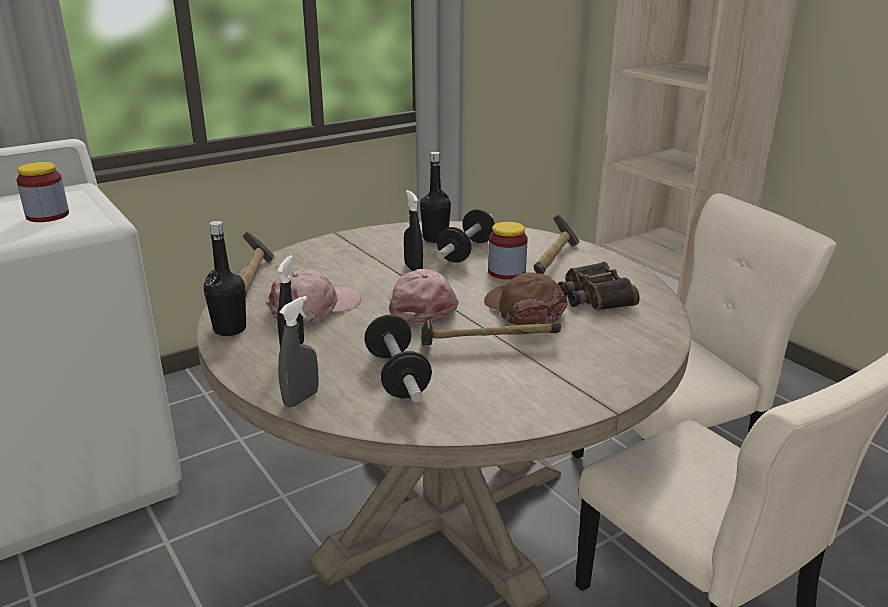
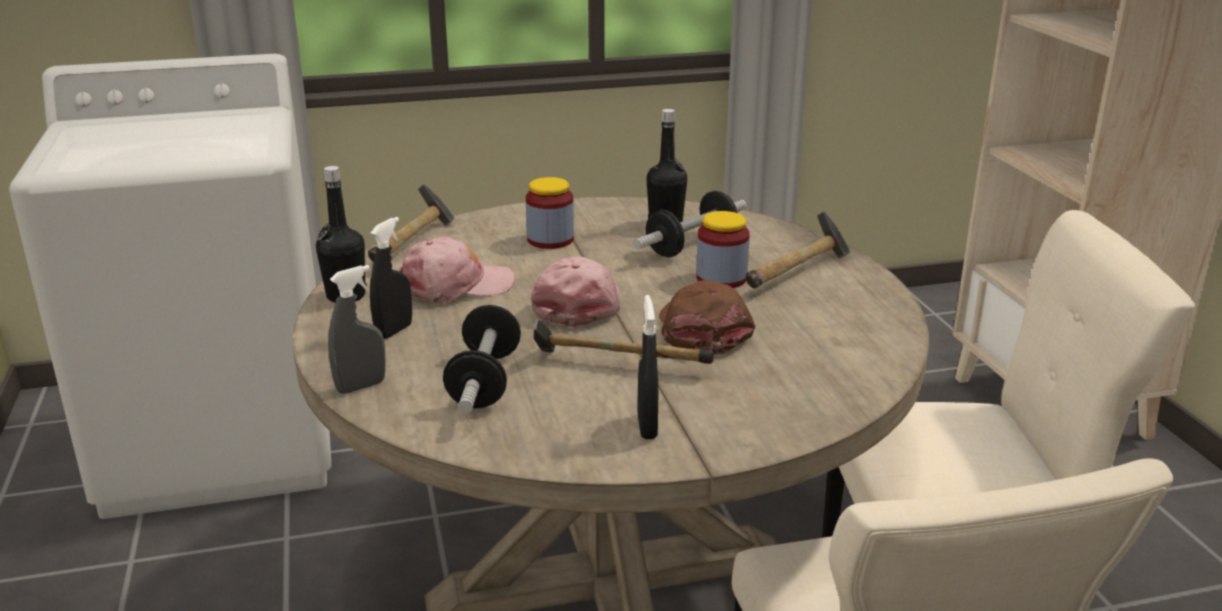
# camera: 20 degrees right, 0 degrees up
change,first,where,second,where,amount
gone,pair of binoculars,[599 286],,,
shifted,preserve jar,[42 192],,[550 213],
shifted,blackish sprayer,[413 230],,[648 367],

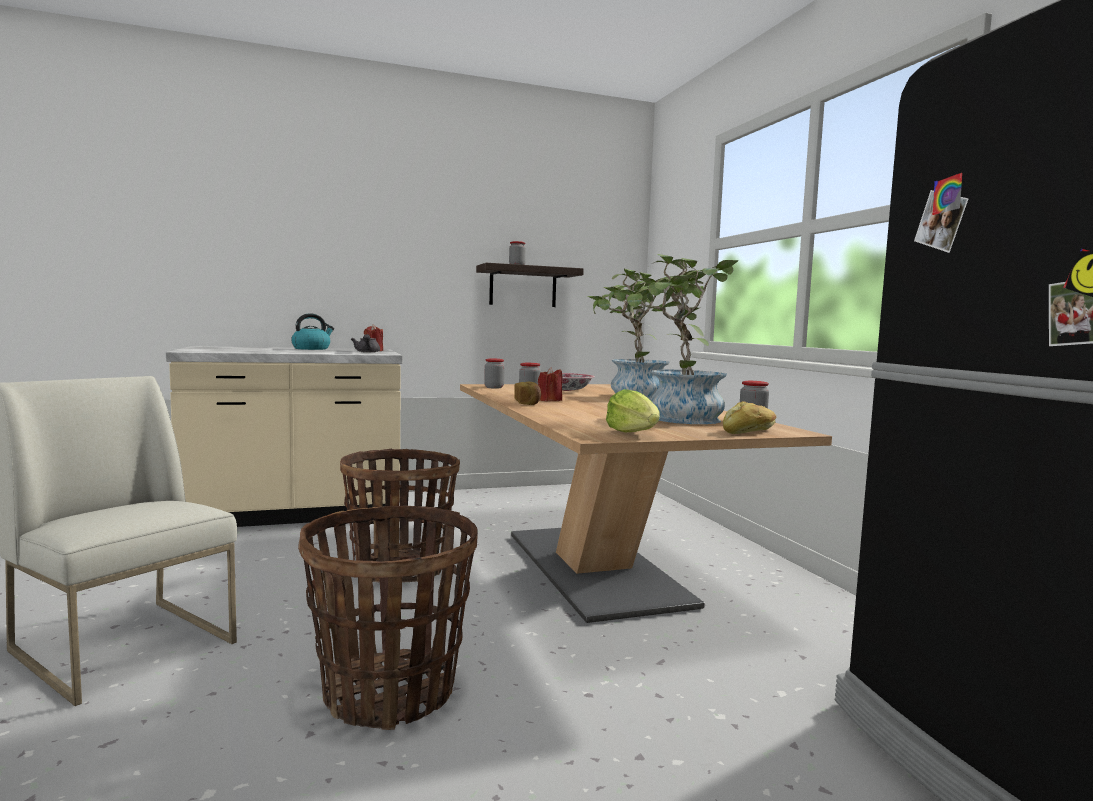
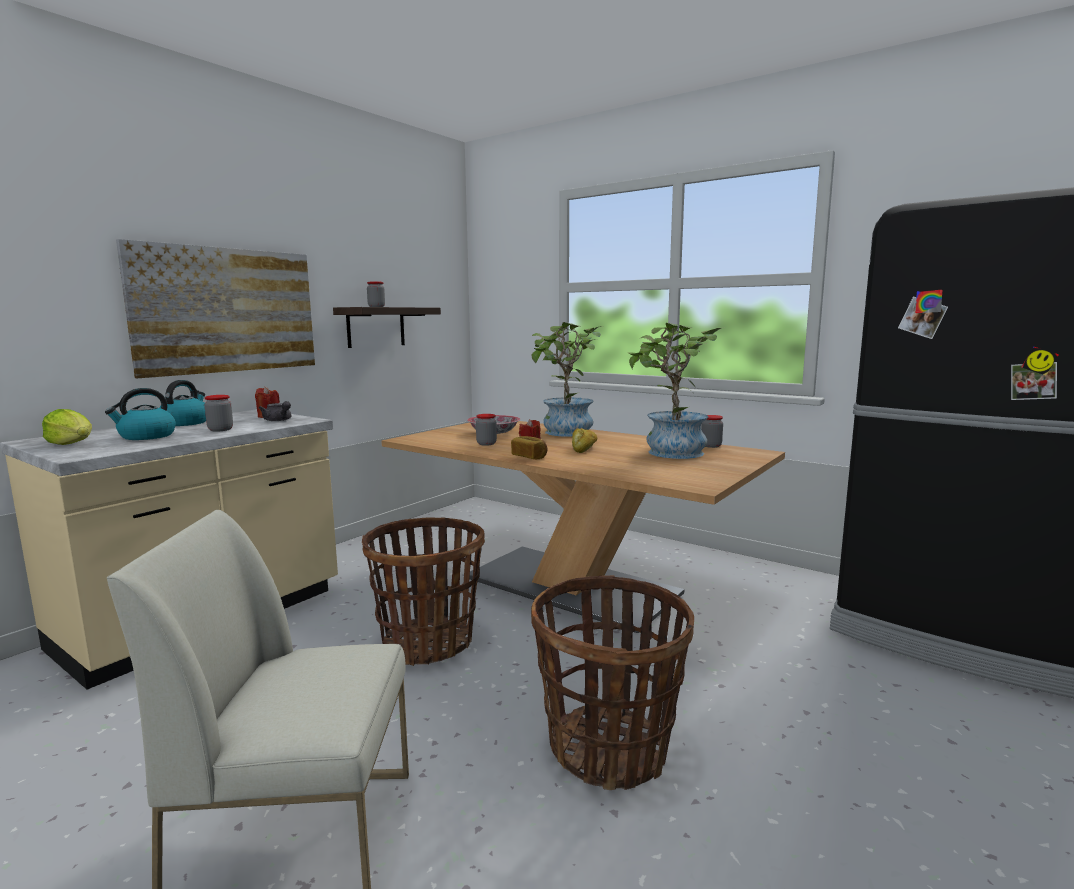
# camera: 35 degrees left, 5 degrees up
change,first,where,second,where,amount
new,,,tea kettle,[140 414],
new,,,wall art,[215 308],
shifted,preserve jar,[494 374],,[219 413],
shifted,head of lettuce,[633 411],,[67 427],
shifted,bread,[749 417],,[584 440],

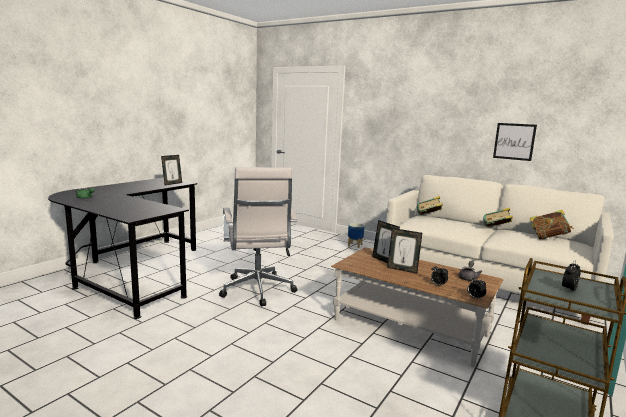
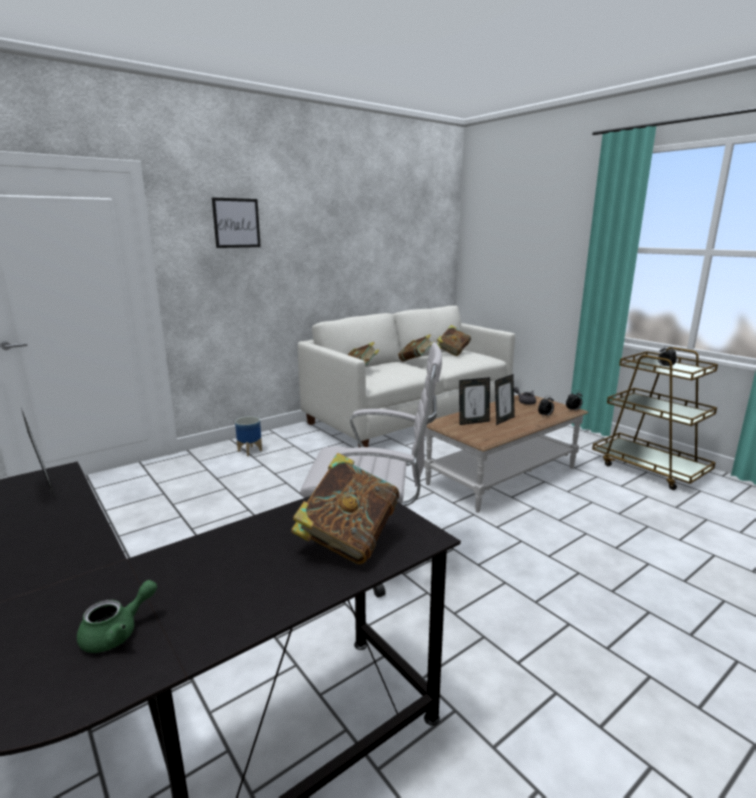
# camera: 70 degrees left, 5 degrees up
change,first,where,second,where,amount
new,,,book,[345 508],
shifted,wall art,[515 142],,[236 222],

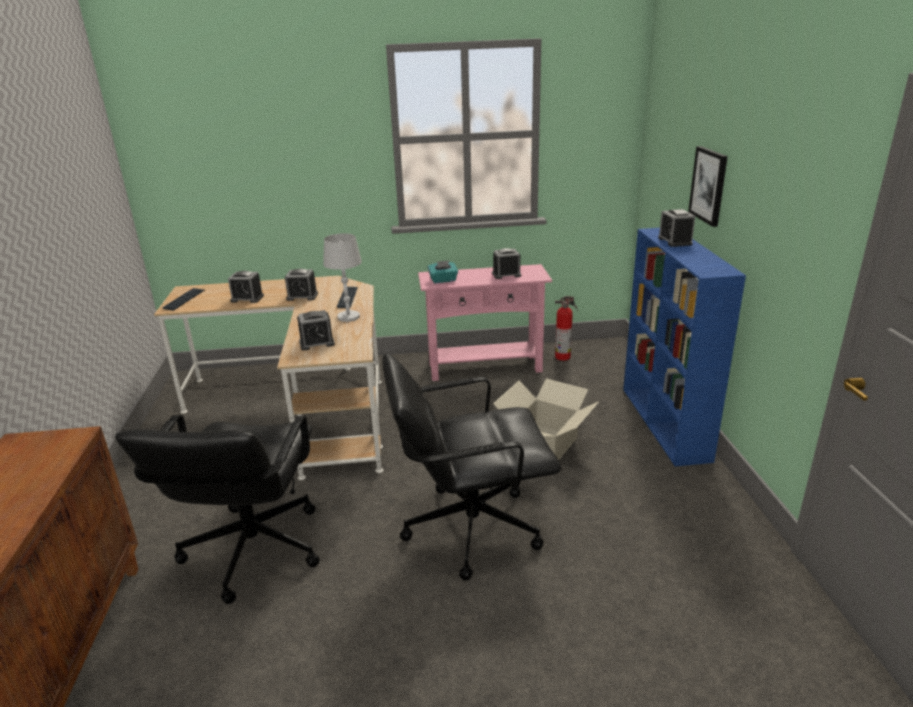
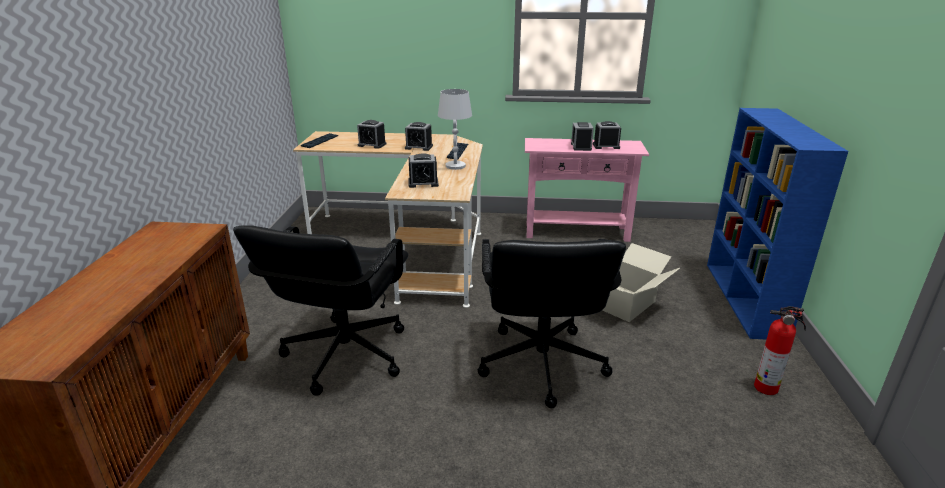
# camera: 10 degrees right, 0 degrees up
change,first,where,second,where,amount
gone,turquoise-coloured box of tissues,[443 272],,,
gone,wall art,[708 186],,,
shifted,fire-fighting cylinder,[566 328],,[780 350],
shifted,bedside clock,[676 228],,[582 136],
rotated,blackish office chair,[471 467],,[552 323],90 degrees counterclockwise

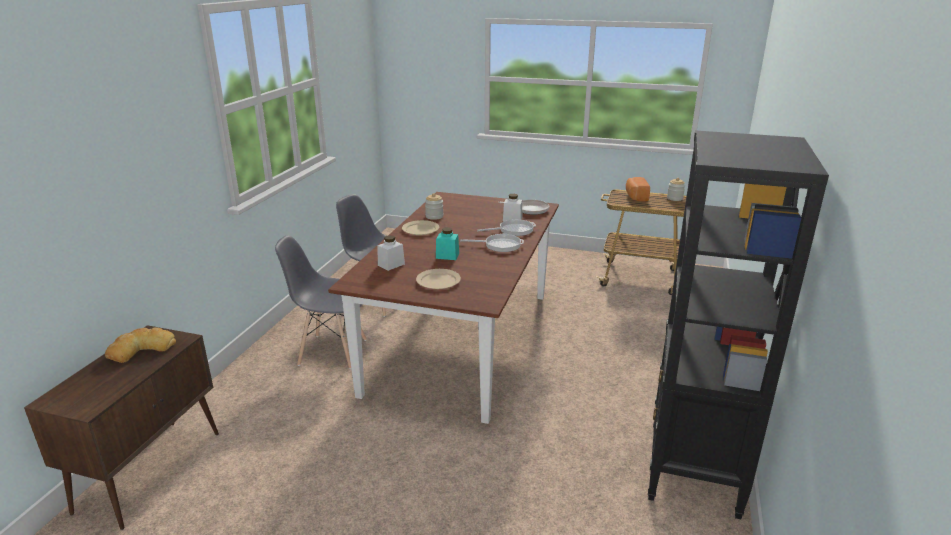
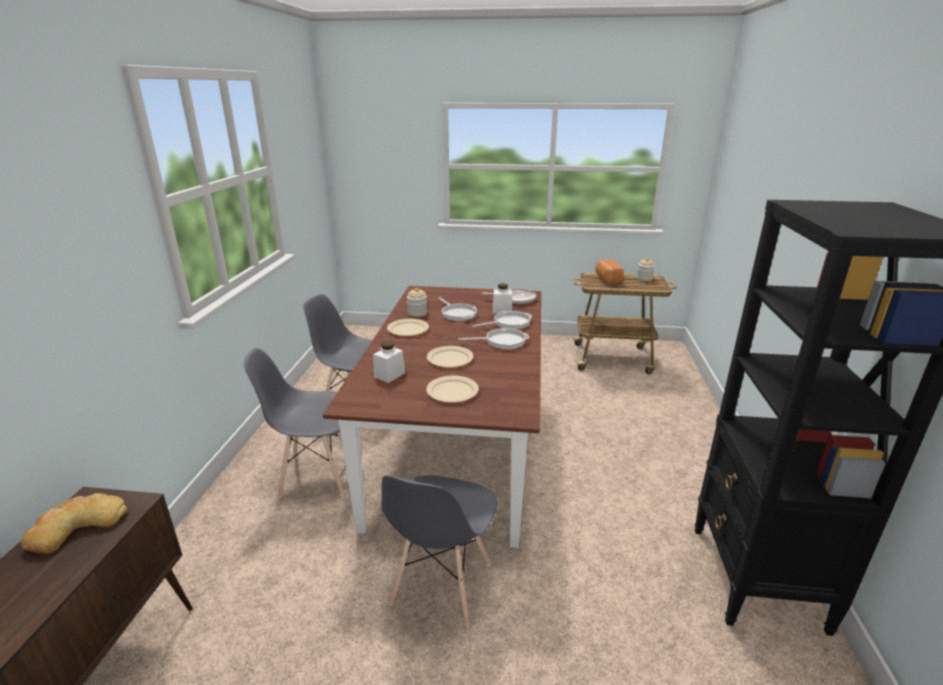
# camera: 10 degrees left, 0 degrees up
change,first,where,second,where,amount
new,,,grey plain chair,[440 551],
new,,,pan,[457 309],
swapped,turquoise-coloured preserve jar,[447 243],beige-coloured dinner plate,[450 356],

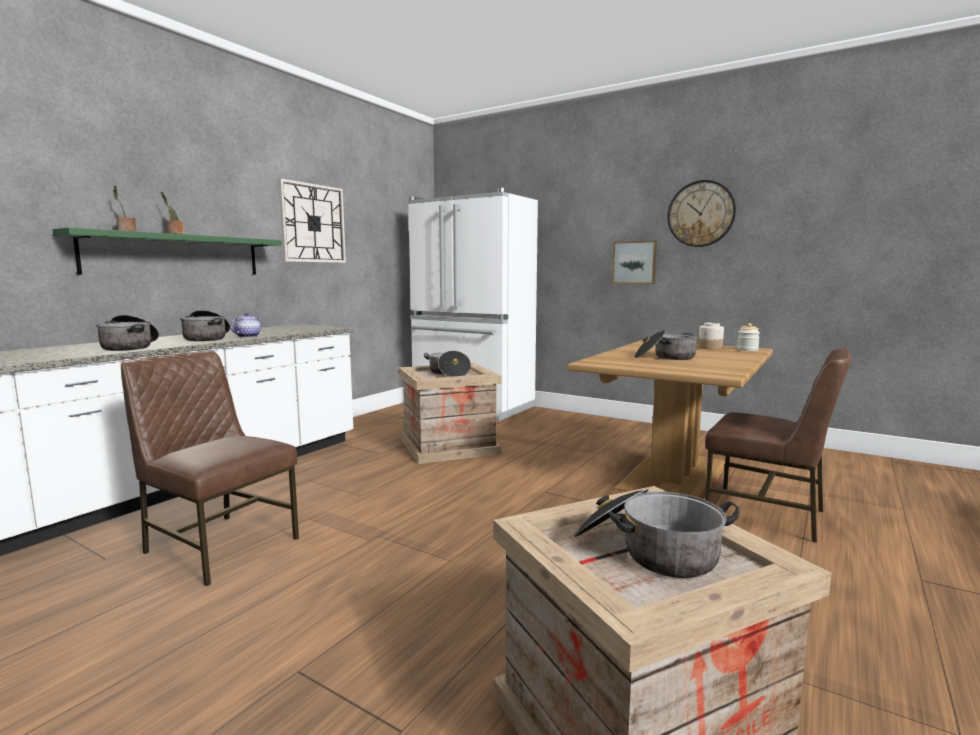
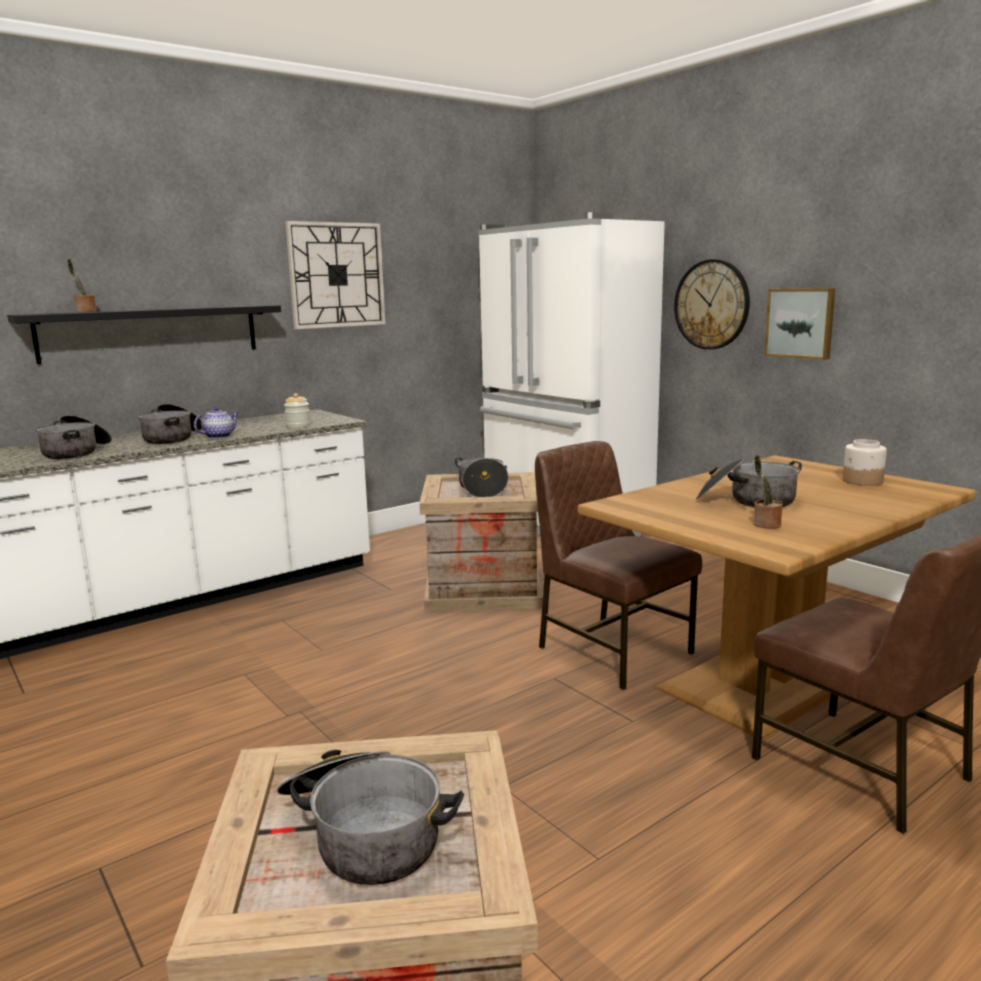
# camera: 20 degrees right, 5 degrees up
change,first,where,second,where,amount
shifted,brown-coloured plain chair,[210 468],,[618 565],
shifted,potted plant,[172 212],,[768 492],
shifted,hanging clock,[701 213],,[712 304],
shifted,preserve jar,[748 337],,[297 410],
repainted,green-coloured wall shelf,[167 251],blackish wall shelf,[144 334],

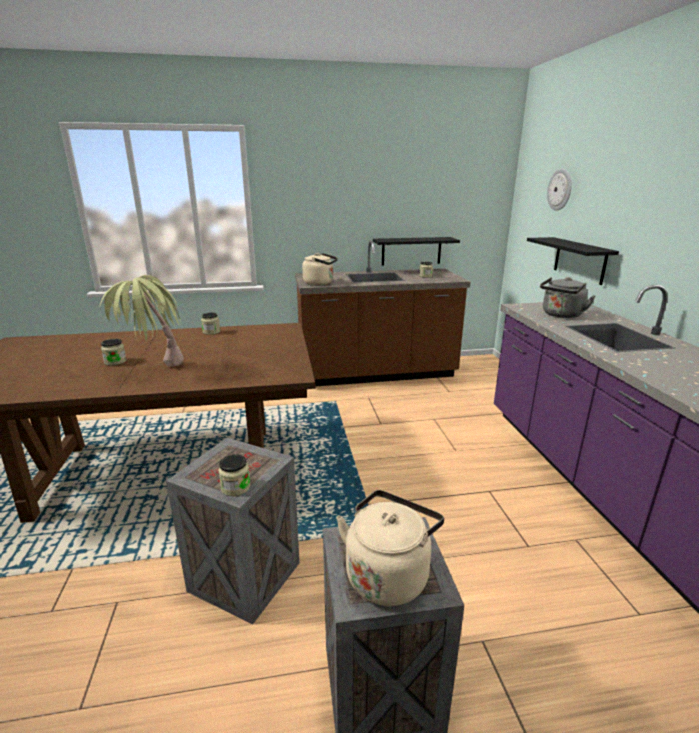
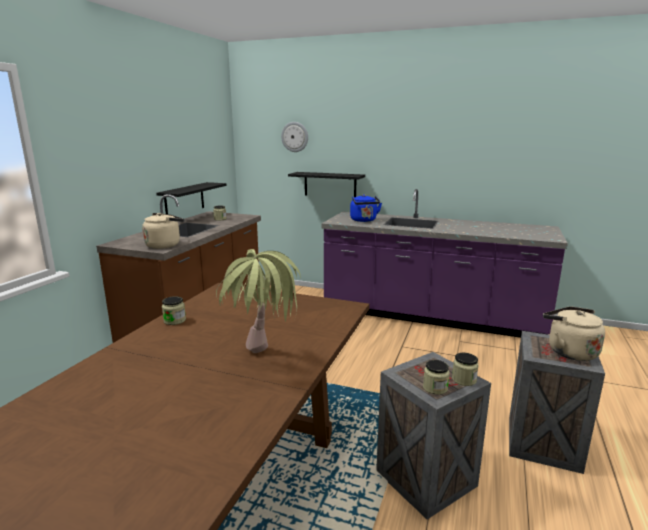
# camera: 60 degrees left, 5 degrees down
change,first,where,second,where,amount
shifted,preserve jar,[114 352],,[436 377],
repainted,grey tea kettle,[567 297],blue tea kettle,[366 208],

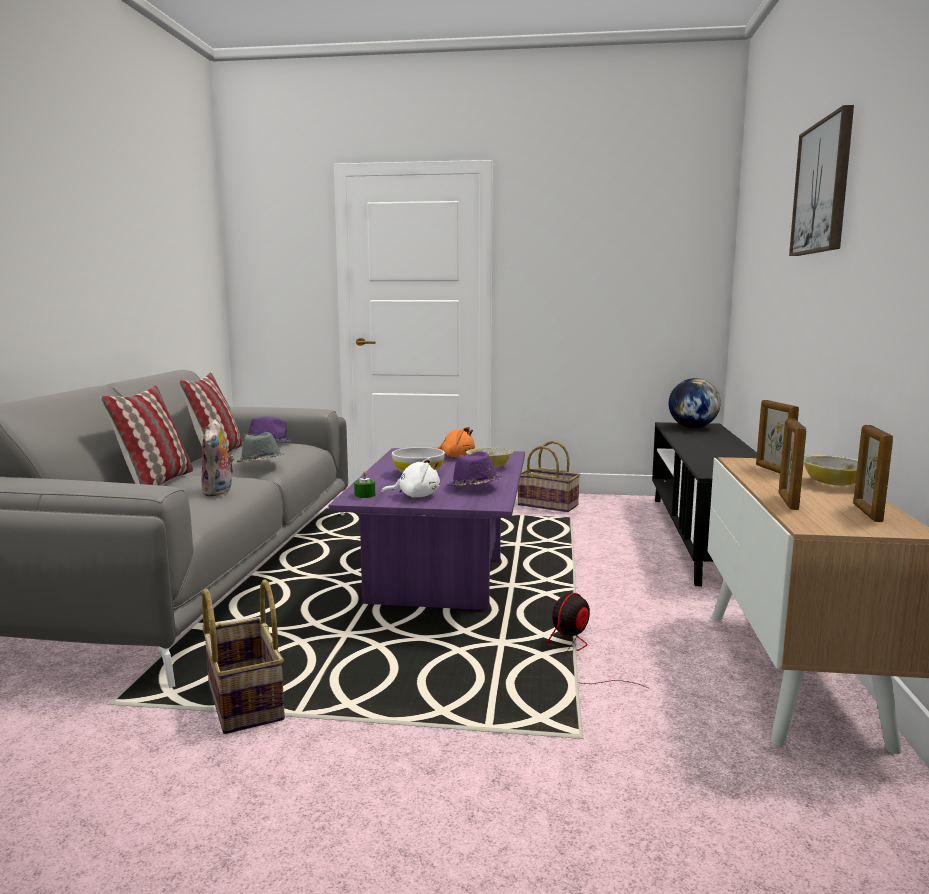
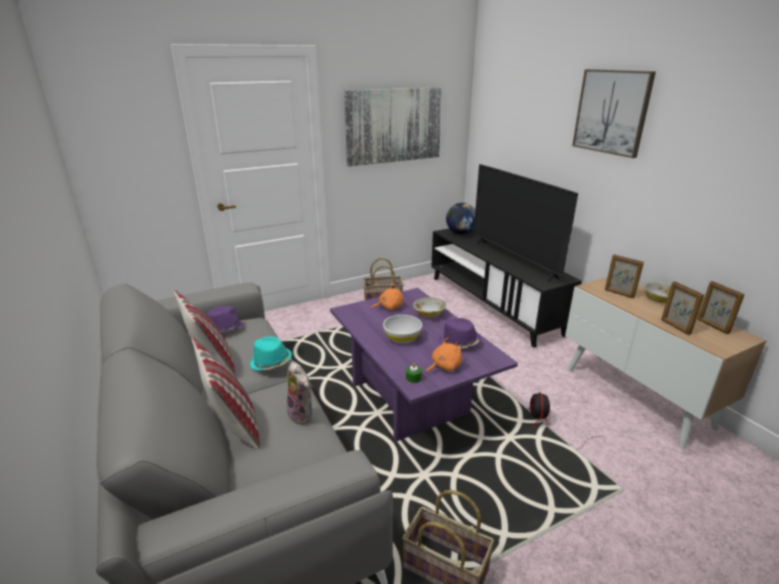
# camera: 35 degrees left, 15 degrees up
change,first,where,second,where,amount
new,,,wall art,[393 127],
new,,,television,[525 223],
repainted,grey wearable hat,[260 447],turquoise-coloured wearable hat,[271 353],
repainted,white soft toy,[410 477],orangey soft toy,[444 355],

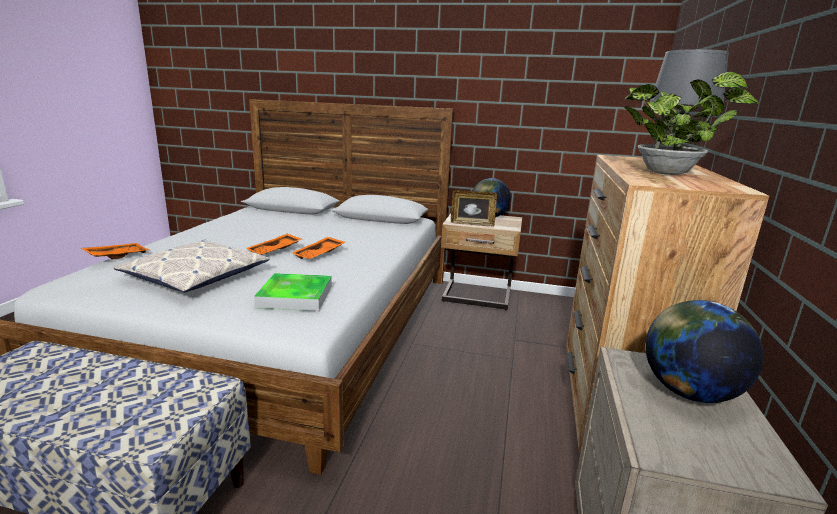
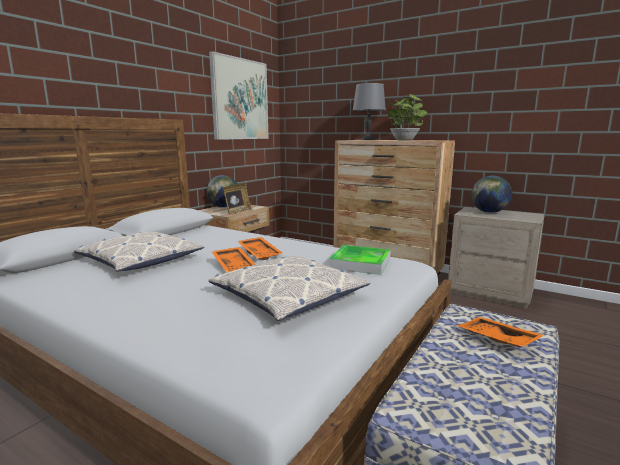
# camera: 70 degrees left, 5 degrees down
change,first,where,second,where,amount
new,,,pillow,[139 252],
new,,,wall art,[239 95],
shifted,orangey carrying tray,[115 251],,[500 332],

